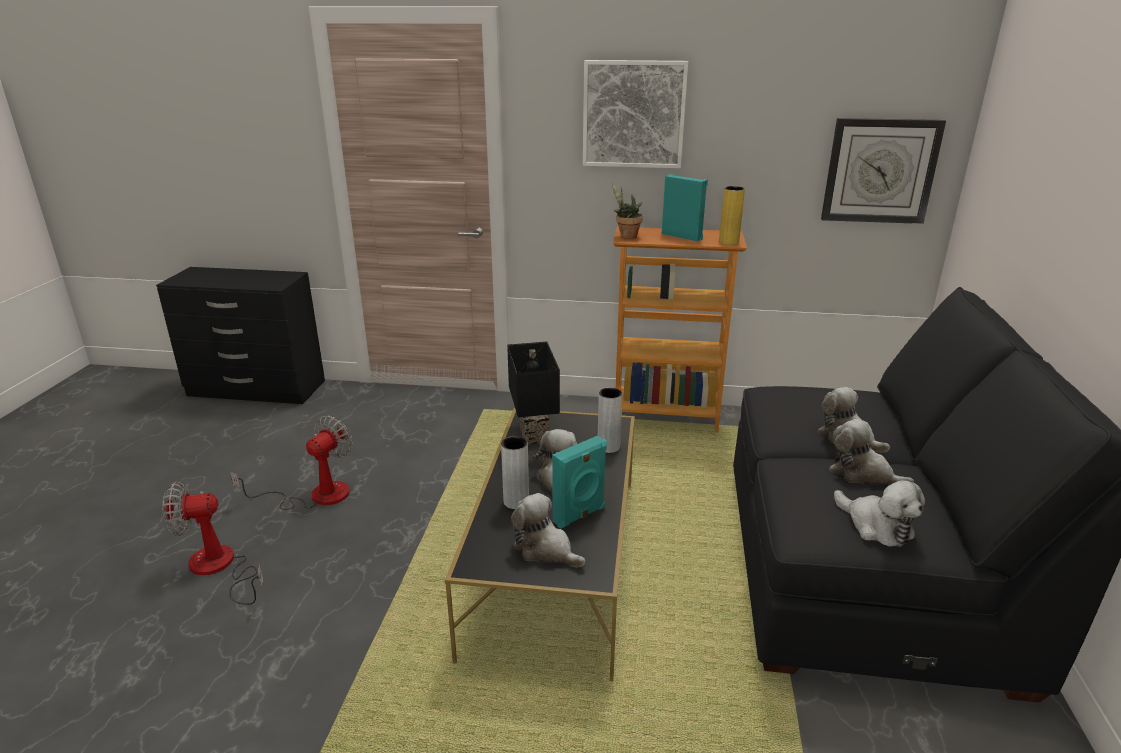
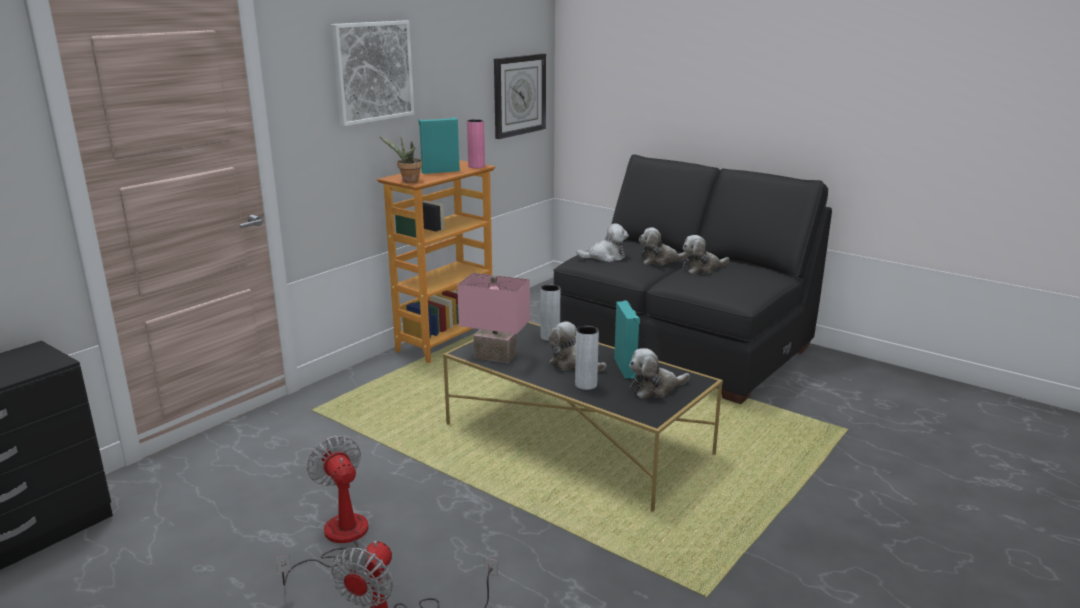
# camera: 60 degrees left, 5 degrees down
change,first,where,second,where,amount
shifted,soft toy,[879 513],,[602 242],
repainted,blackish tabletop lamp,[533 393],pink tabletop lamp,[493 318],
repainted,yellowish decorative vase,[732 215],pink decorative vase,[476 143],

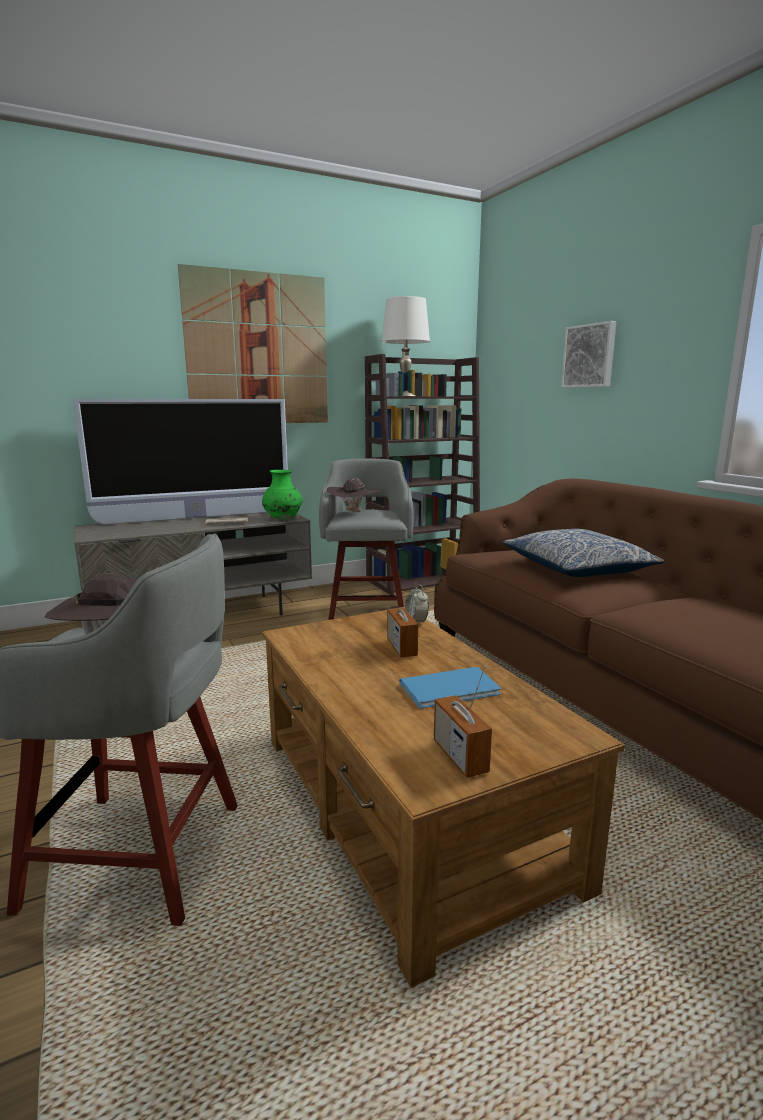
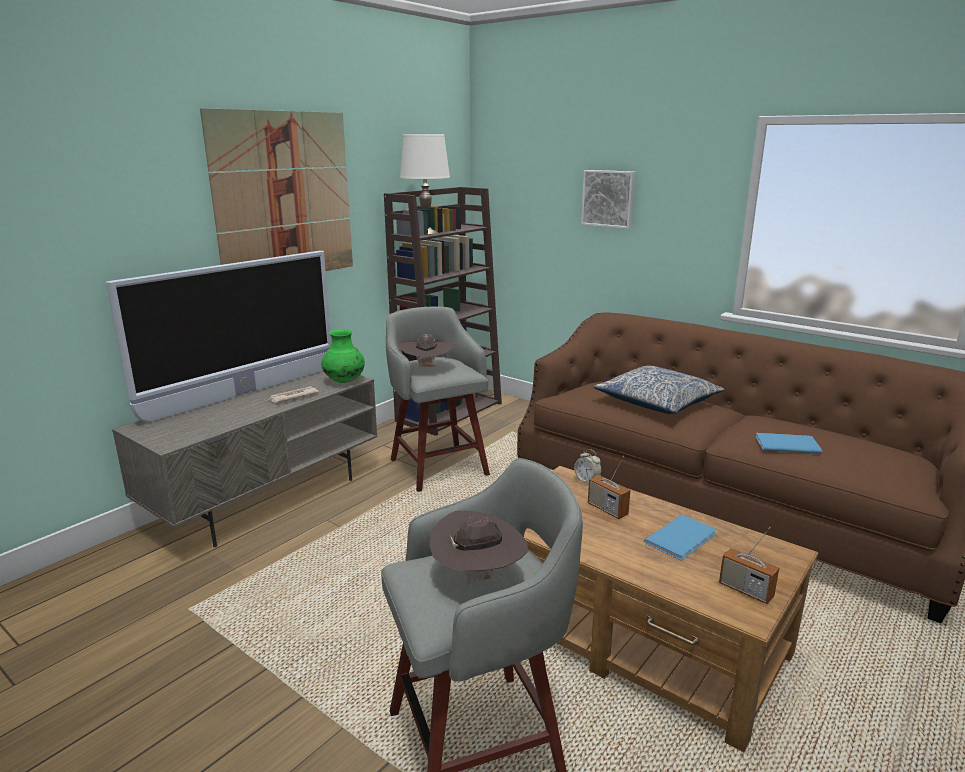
# camera: 25 degrees left, 5 degrees up
change,first,where,second,where,amount
new,,,blue book,[789 443],

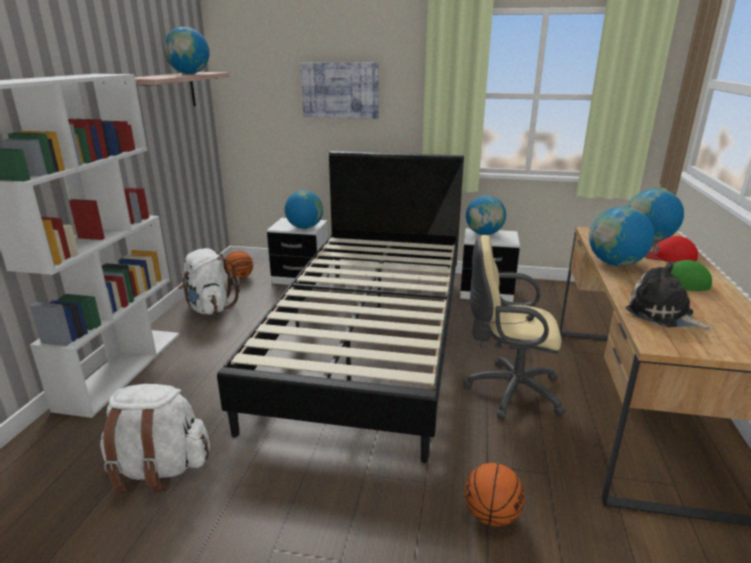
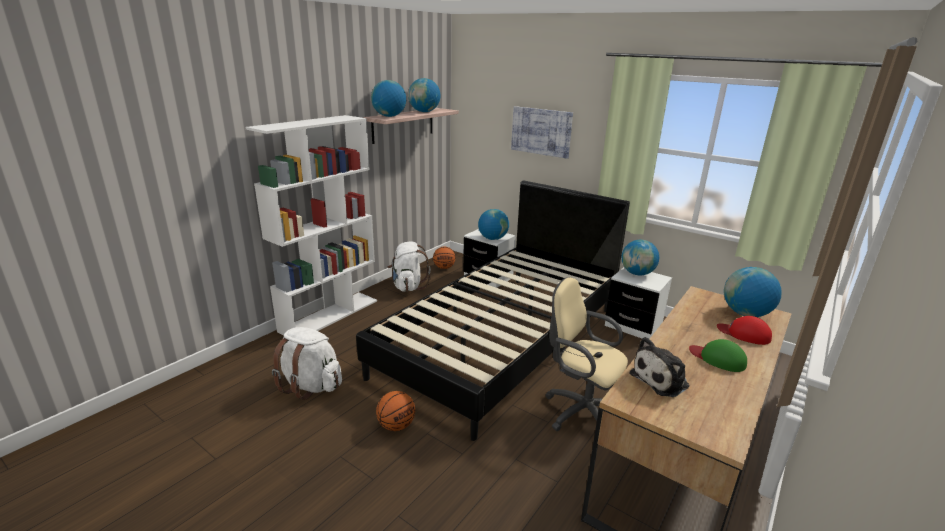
# camera: 25 degrees right, 0 degrees up
change,first,where,second,where,amount
shifted,ball for basketball,[494 494],,[395 411],
shifted,globe,[622 236],,[388 98],
rotated,soft toy,[669 295],,[659 367],105 degrees counterclockwise

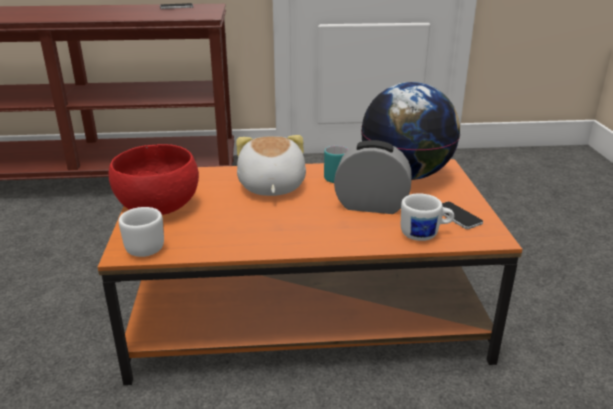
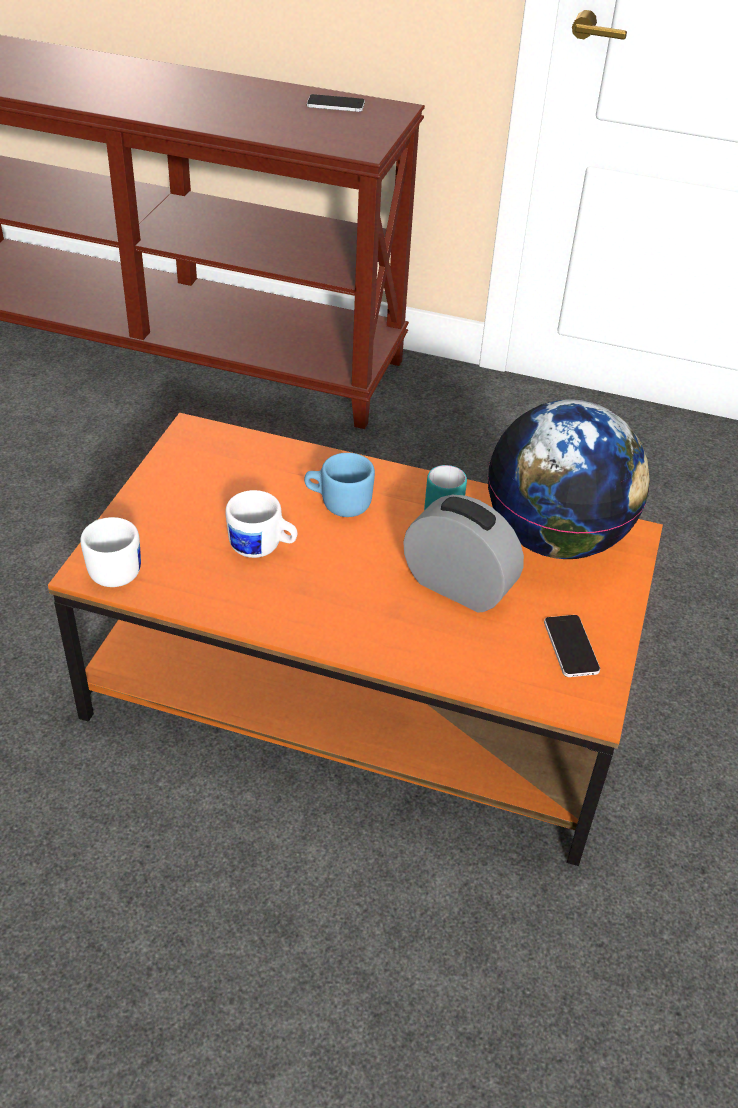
# camera: 20 degrees right, 15 degrees up
change,first,where,second,where,amount
gone,red deep dish,[154 179],,,
shifted,white tea mug,[427 217],,[261 524],
swapped,soft toy,[271 165],blue tea mug,[339 485],

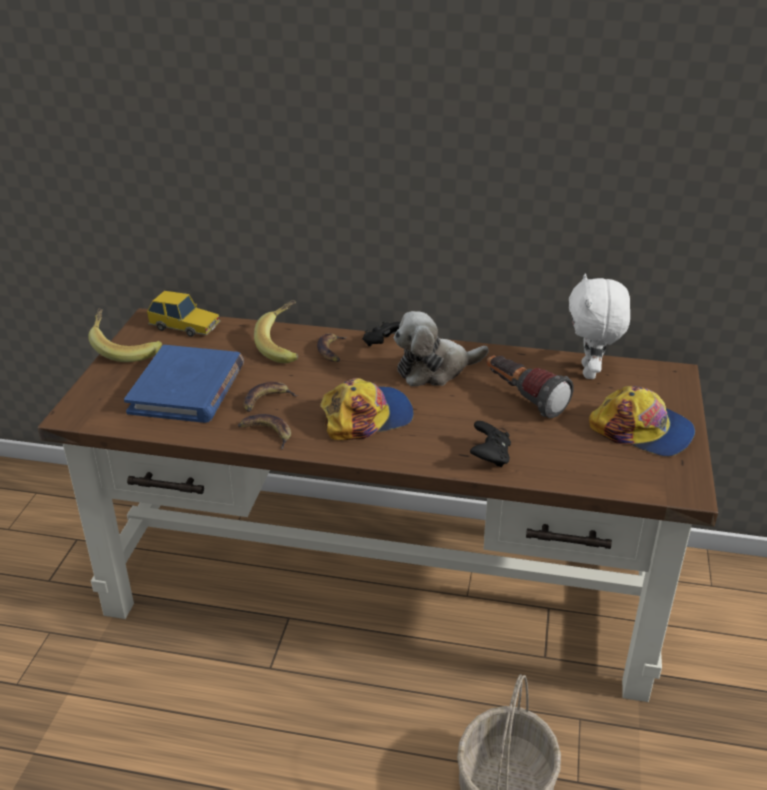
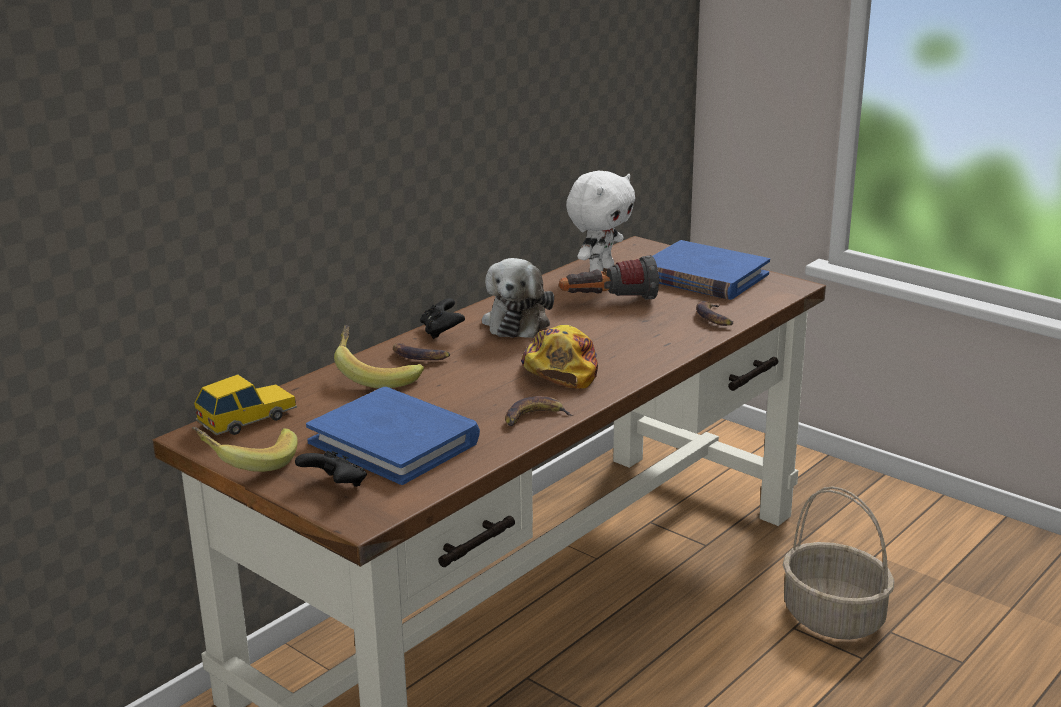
# camera: 60 degrees left, 10 degrees down
change,first,where,second,where,amount
shifted,banana fruit,[270 397],,[714 313],
shifted,blackish gamepad,[490 444],,[331 469],
swapped,cap,[642 421],blue book,[711 270],
rotated,white soft toy,[599 326],,[600 221],90 degrees counterclockwise

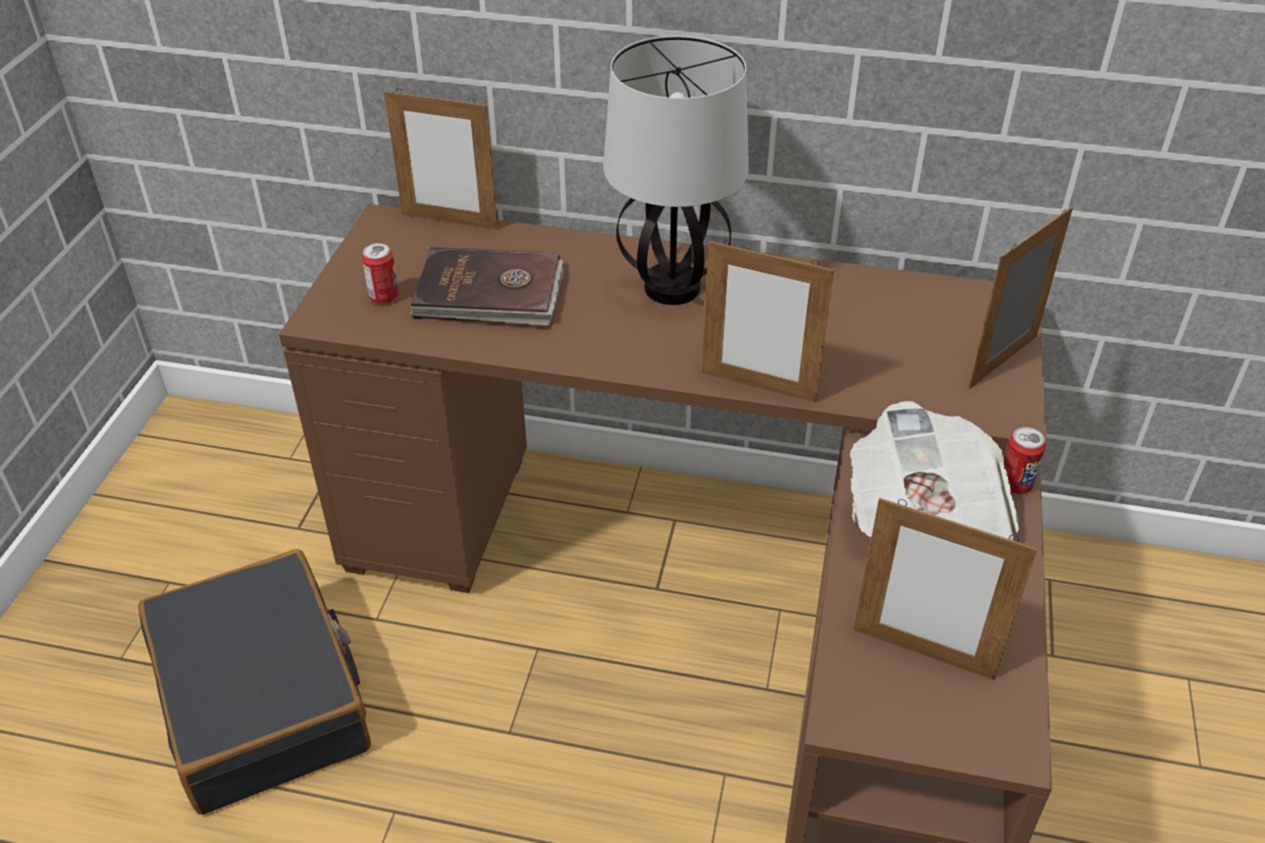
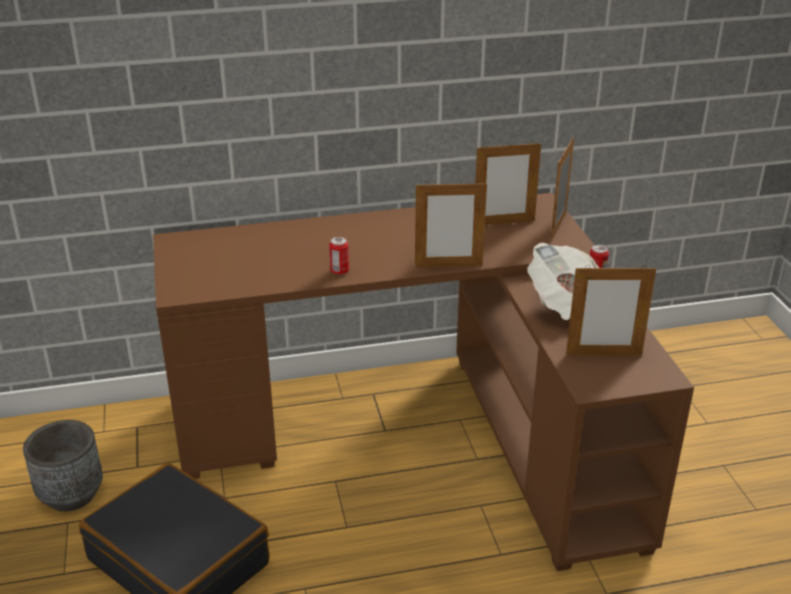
# camera: 25 degrees left, 10 degrees down
change,first,where,second,where,amount
gone,brown-coloured book,[487 286],,,
gone,tabletop lamp,[676 170],,,
new,,,grey flower pot,[63 466],
shifted,can,[380 273],,[339 256],
shifted,standing frame,[441 159],,[508 183],

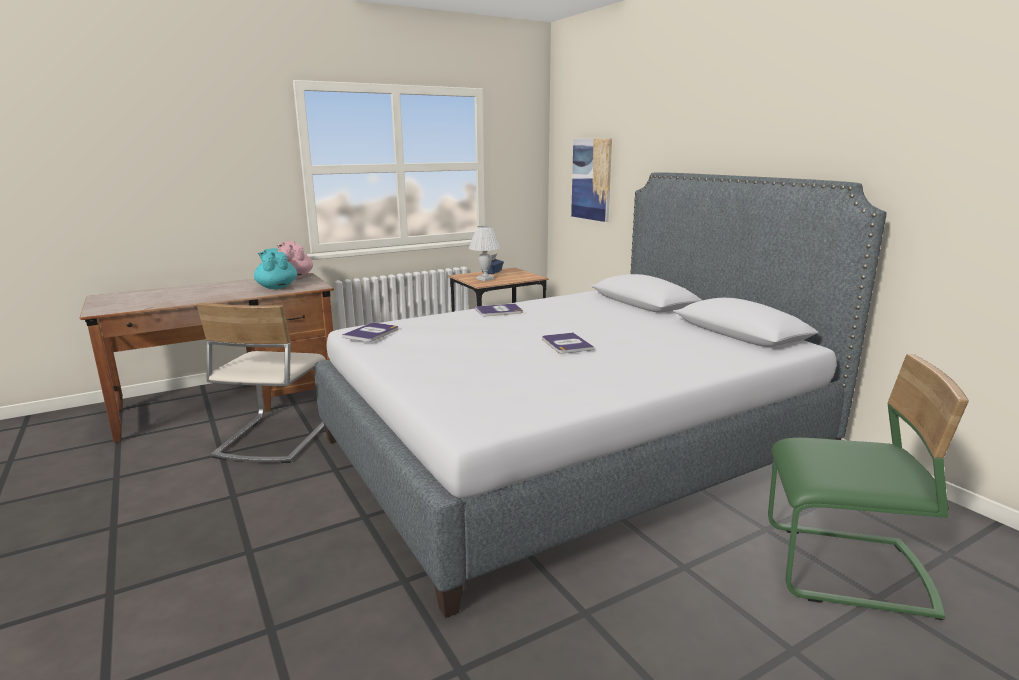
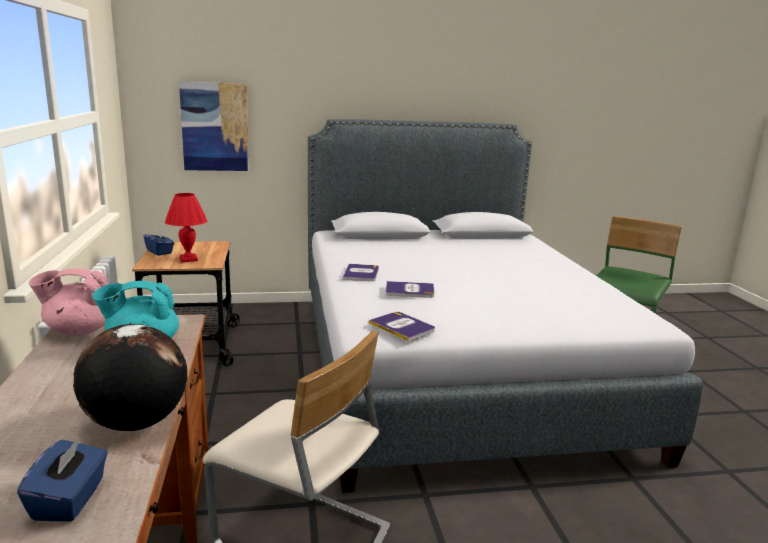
# camera: 70 degrees left, 0 degrees up
change,first,where,second,where,amount
new,,,blue box of tissues,[62 480],
new,,,globe,[130 377],
shifted,book,[568 343],,[410 289],
repainted,white tabletop lamp,[485 253],red tabletop lamp,[186 227],

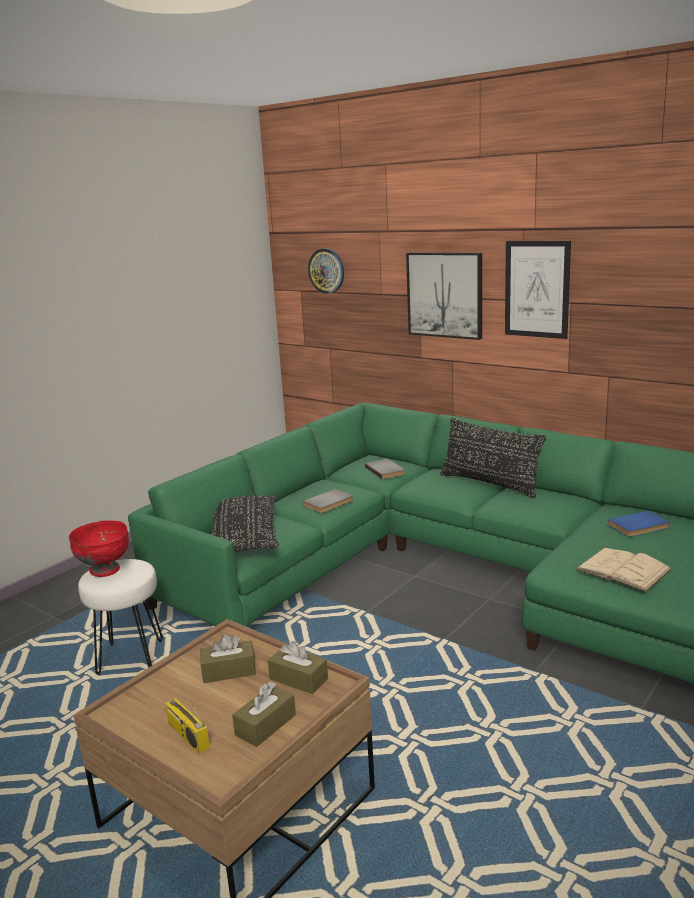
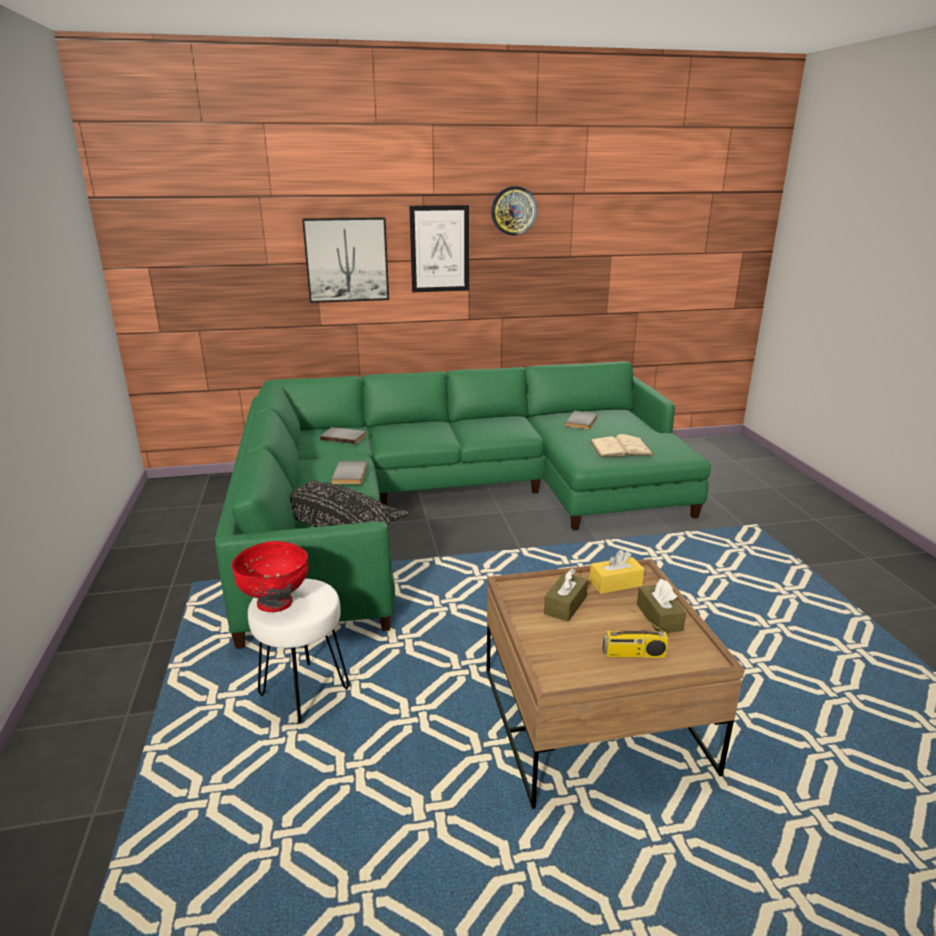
# camera: 50 degrees left, 5 degrees up
change,first,where,second,where,amount
gone,blackish pillow,[493 458],,,
shifted,hanging clock,[326 271],,[514 211],
repainted,brown-coloured box of tissues,[298 667],yellowish box of tissues,[617 572],
repainted,blue book,[639 524],grey book,[581 420],

